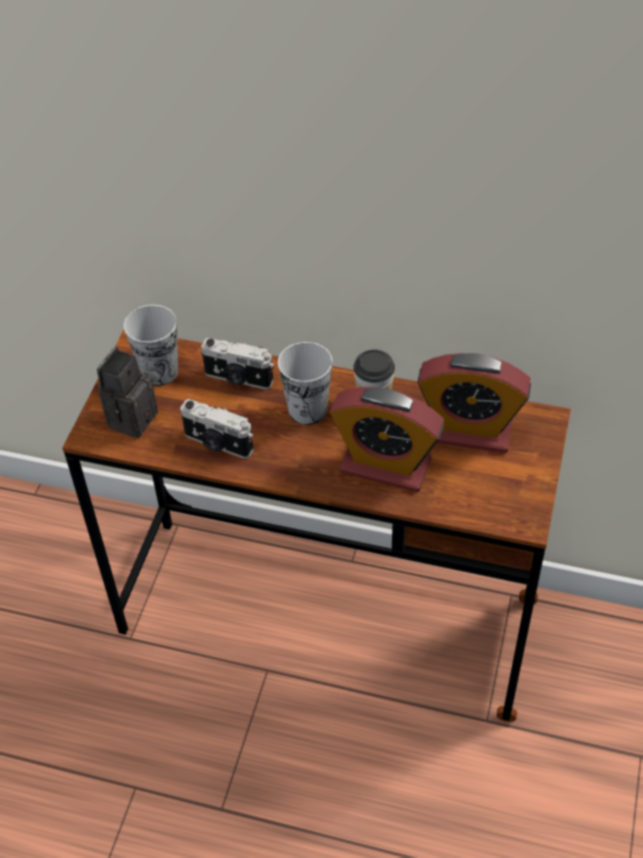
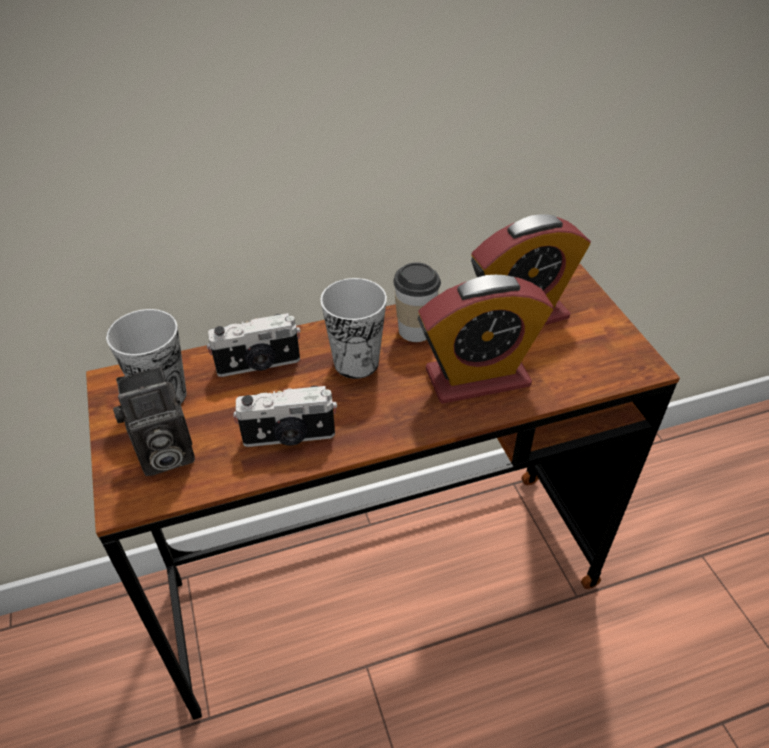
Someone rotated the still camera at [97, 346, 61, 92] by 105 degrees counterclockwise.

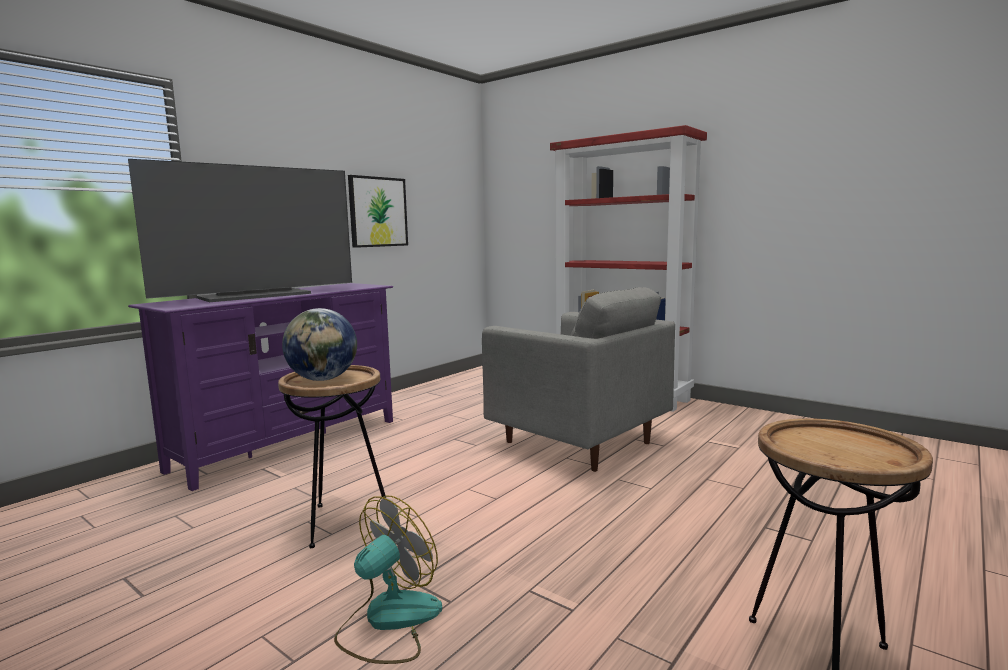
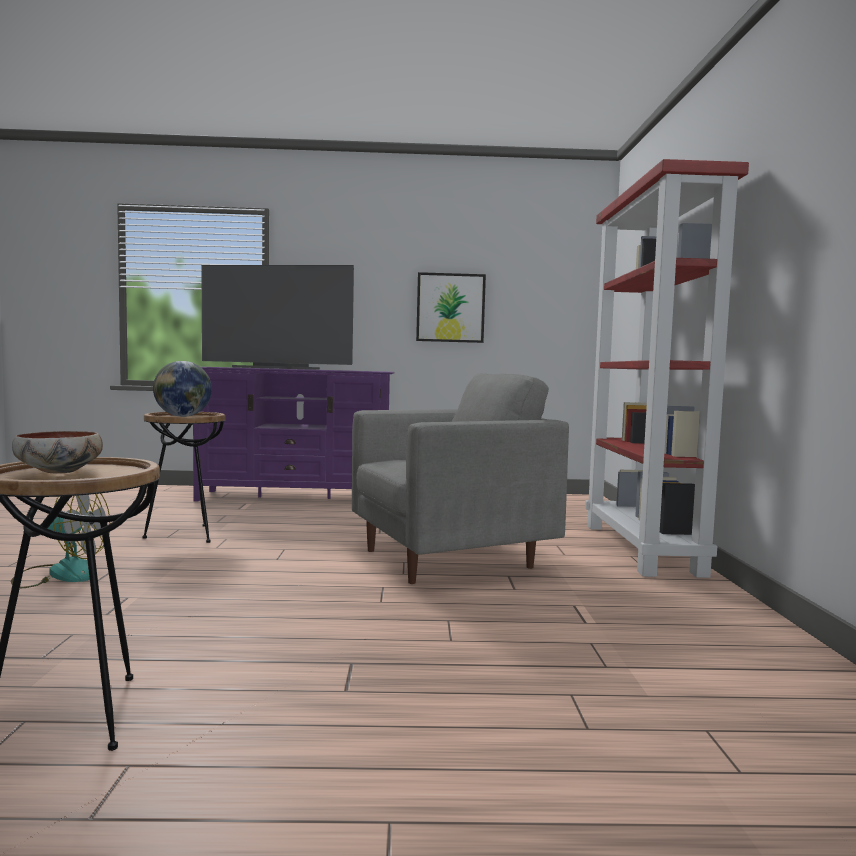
Someone rotated the grey lounge chair at [482, 287, 193, 185] by 120 degrees counterclockwise. Someone put down the deep dish at [12, 431, 91, 42].

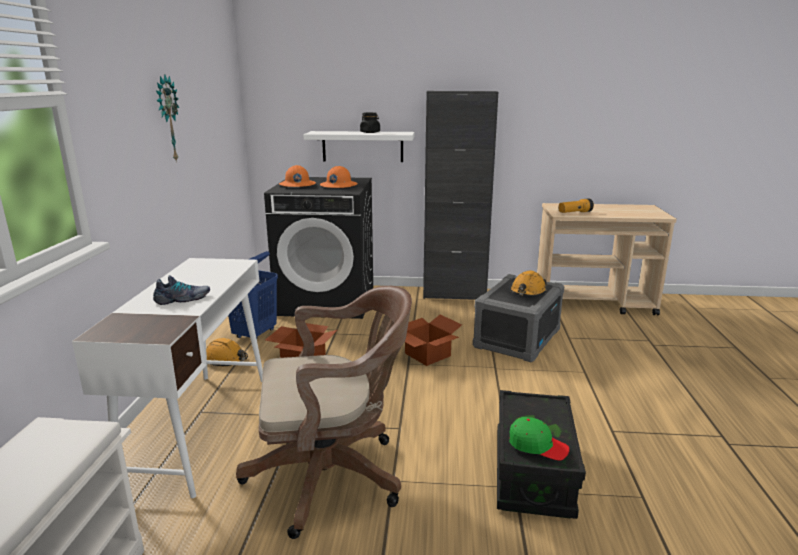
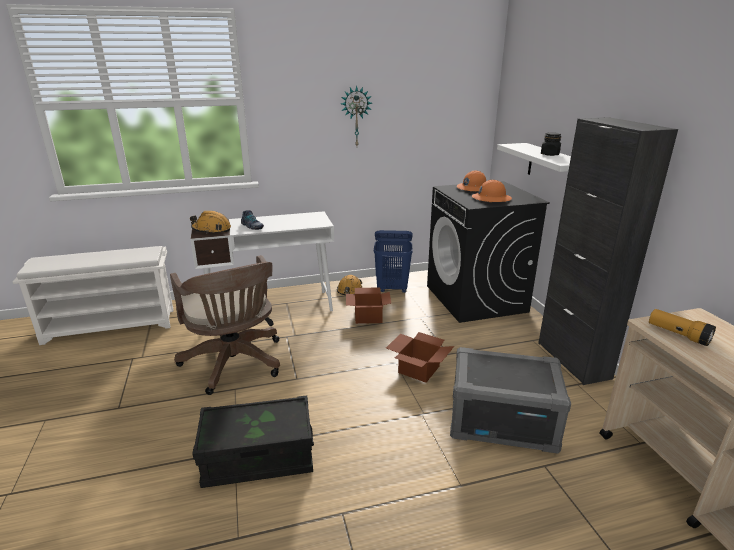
Someone carried the orange-coloured hard hat from [510, 270, 37, 26] to [190, 211, 41, 23]. Someone took away the green cap at [509, 417, 61, 43].

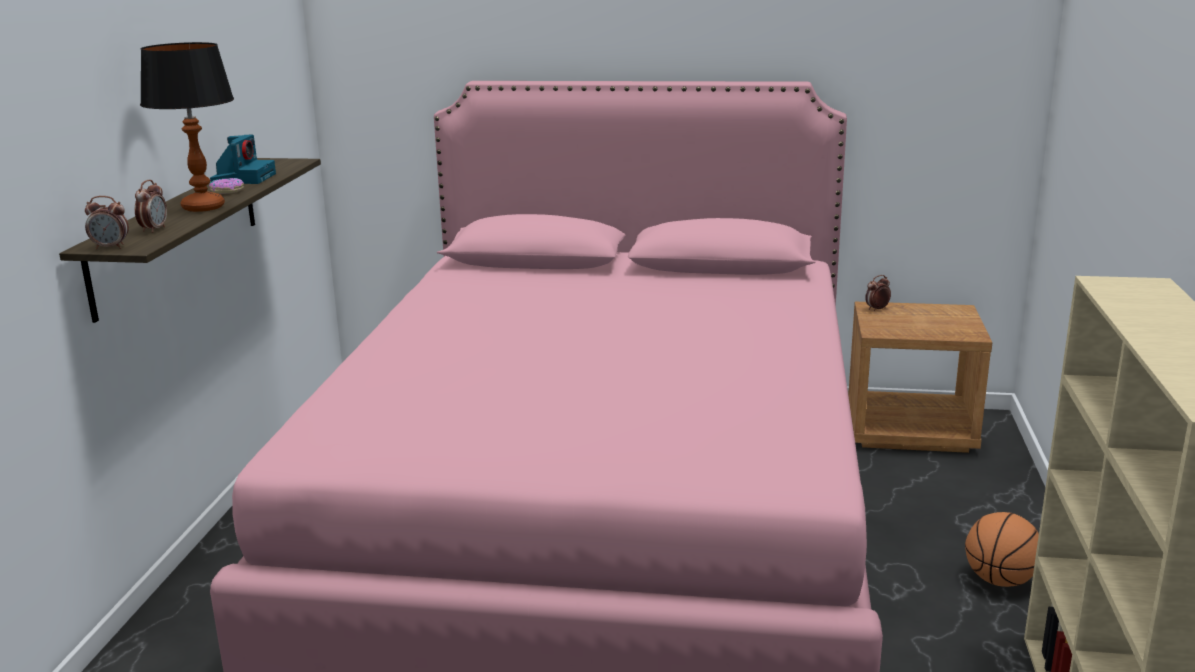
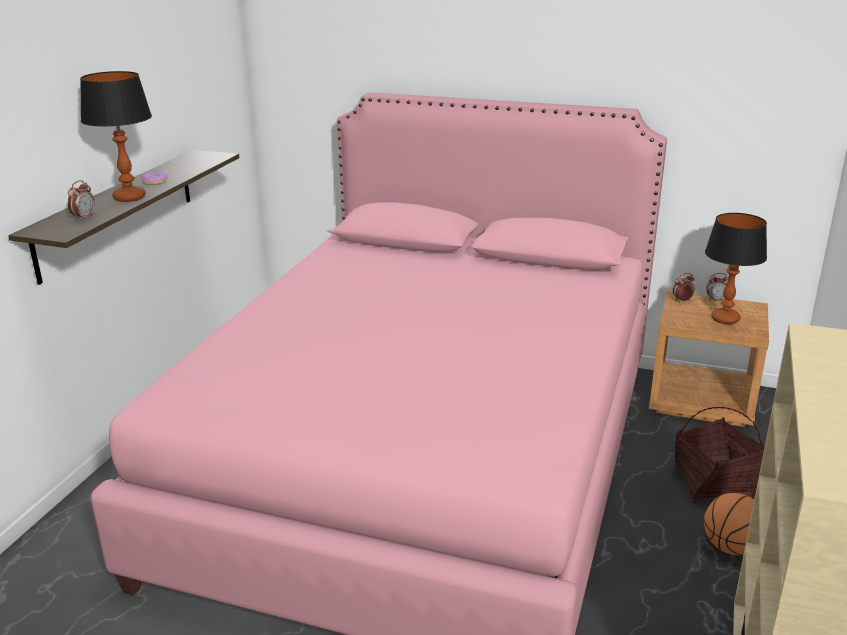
Someone took away the still camera at [210, 135, 66, 49]. Someone carried the table clock from [85, 196, 44, 53] to [706, 273, 23, 28]. Someone put down the tabletop lamp at [705, 213, 62, 111]. Someone put down the basket at [675, 407, 90, 96].

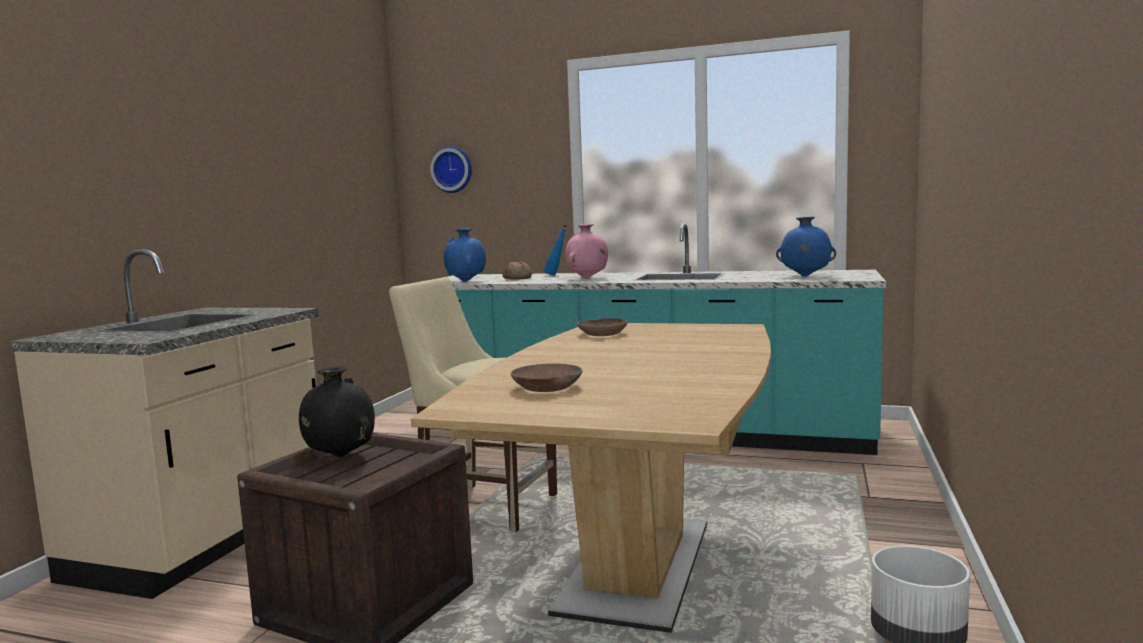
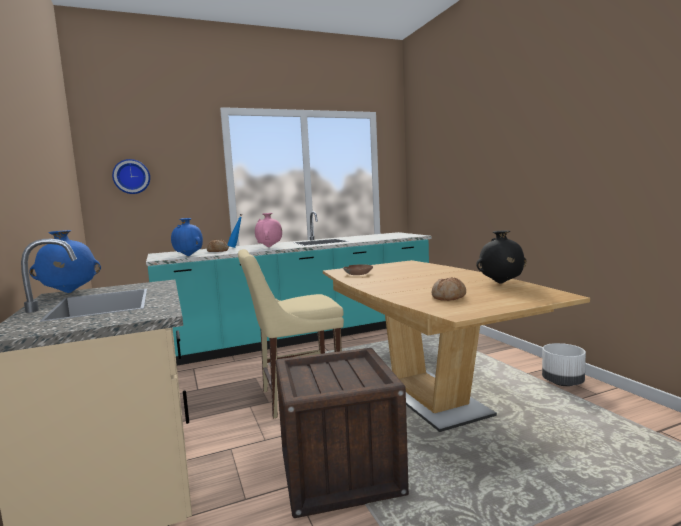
Someone carried the blue-coloured vase from [776, 217, 60, 59] to [29, 230, 72, 63]. Someone swapped the brown-coloured deep dish at [511, 363, 72, 29] for the baked bread at [432, 277, 34, 24]. Someone carried the black vase from [299, 367, 76, 90] to [476, 230, 51, 54].

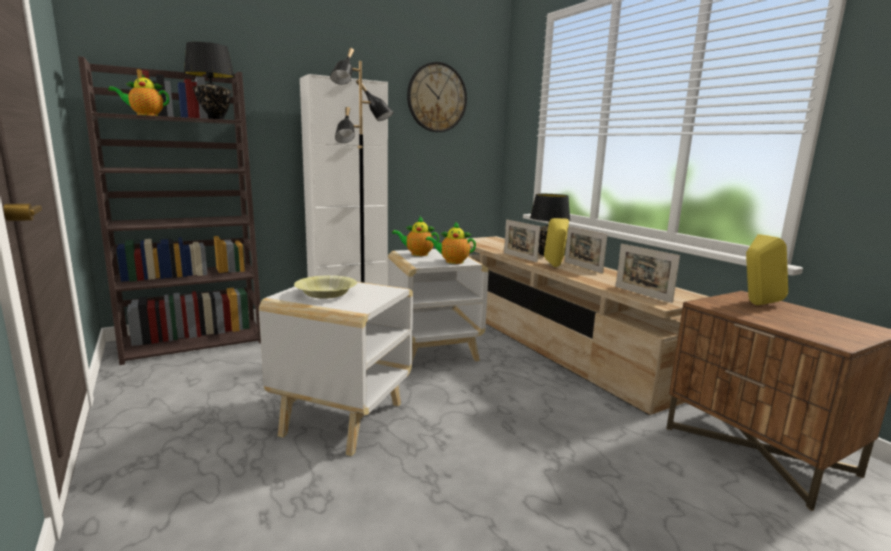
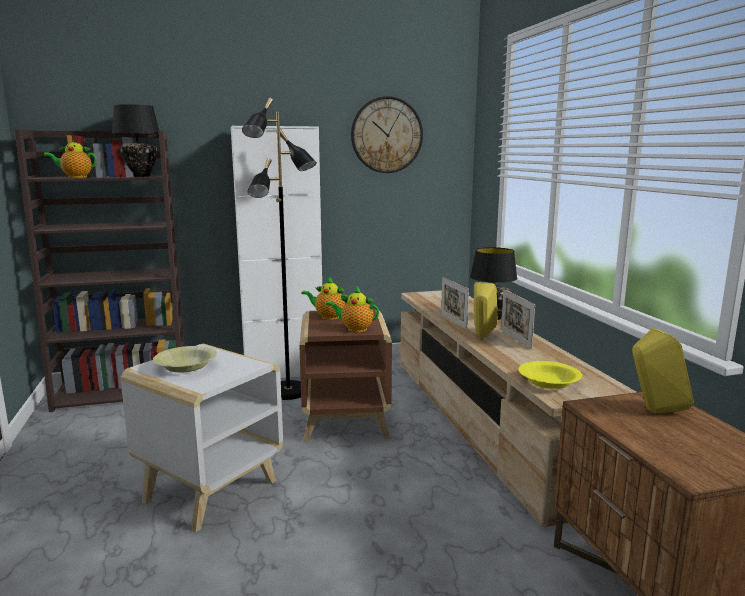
Someone swapped the photo frame at [616, 244, 64, 59] for the yellow-coloured deep dish at [518, 361, 64, 28]. Someone repainted the whitish side table at [388, 249, 101, 113], which became the brown-coloured side table at [299, 309, 93, 133].

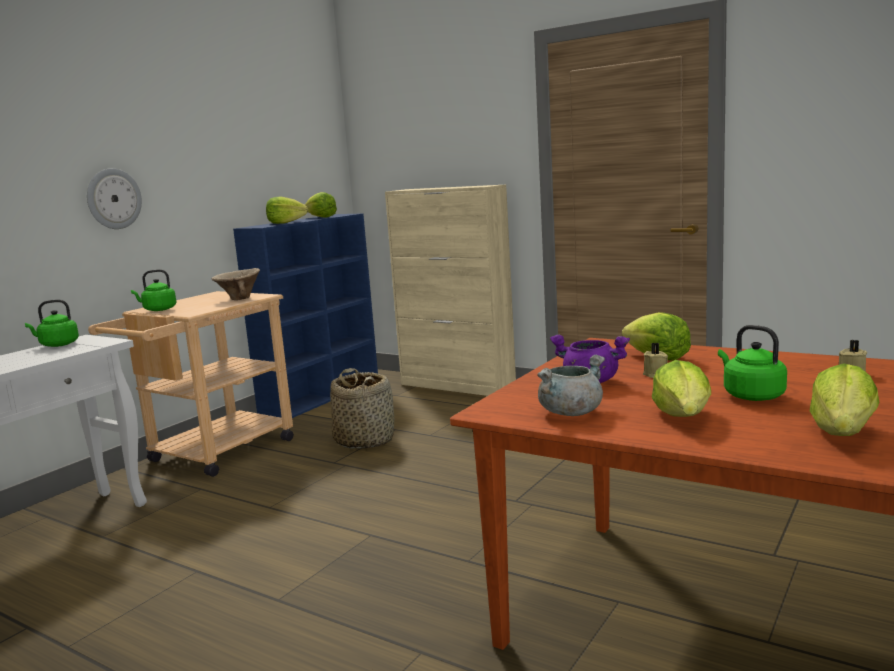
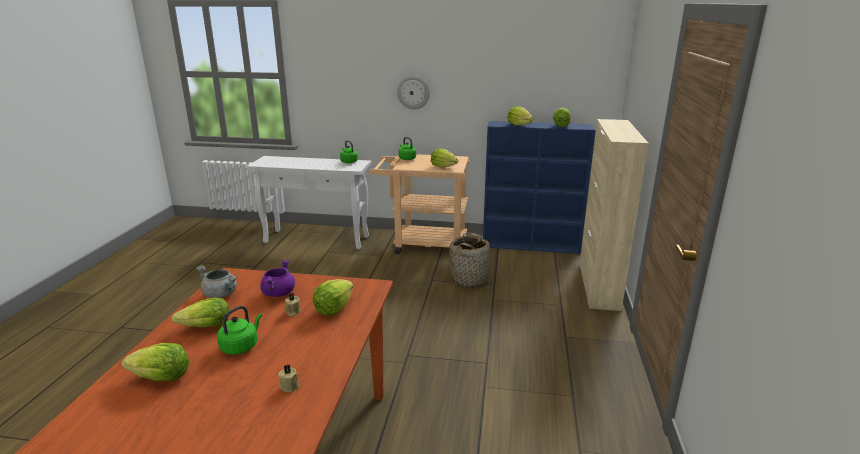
Someone swapped the beige deep dish at [212, 268, 48, 32] for the lettuce at [431, 148, 27, 19].

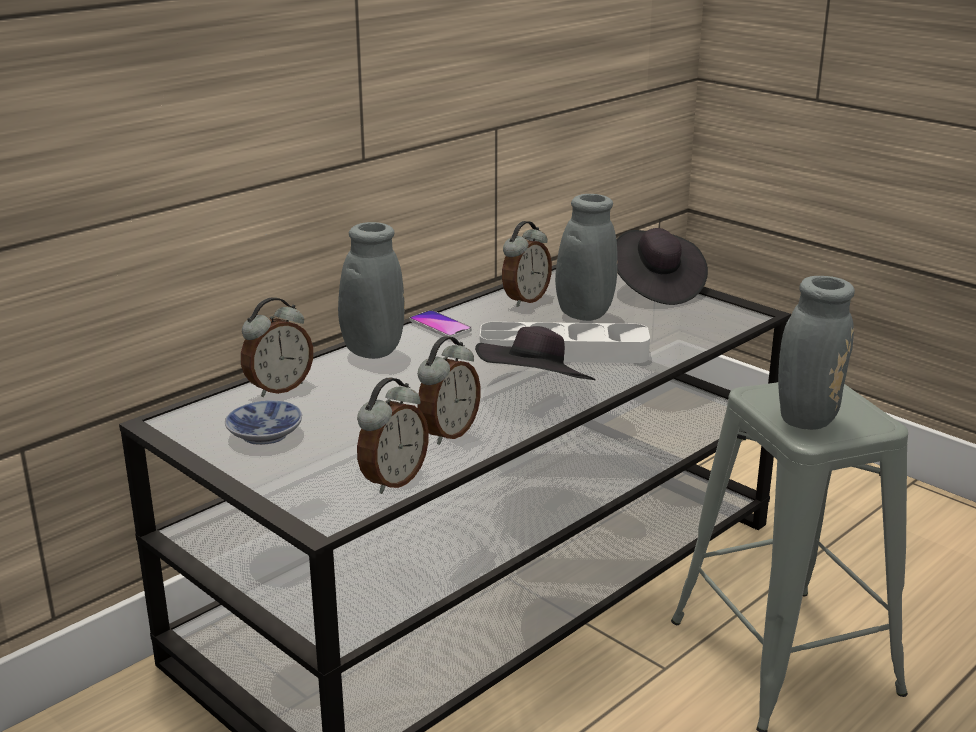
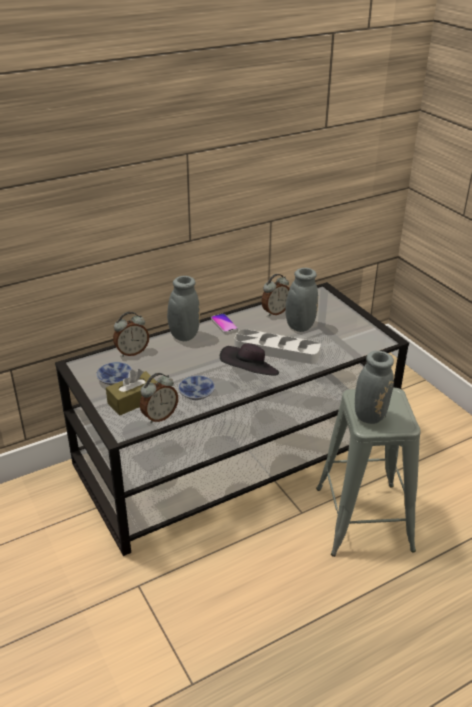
Someone took away the black clothing hat at [616, 228, 92, 77]. Someone swapped the table clock at [417, 336, 63, 109] for the deep dish at [178, 375, 37, 25]. Someone put down the brown-coloured box of tissues at [106, 369, 51, 47].

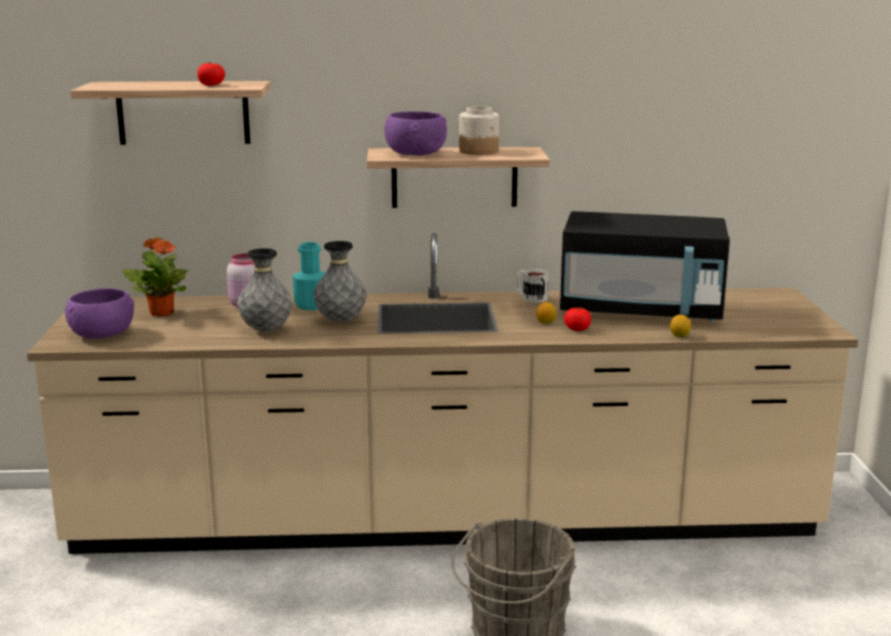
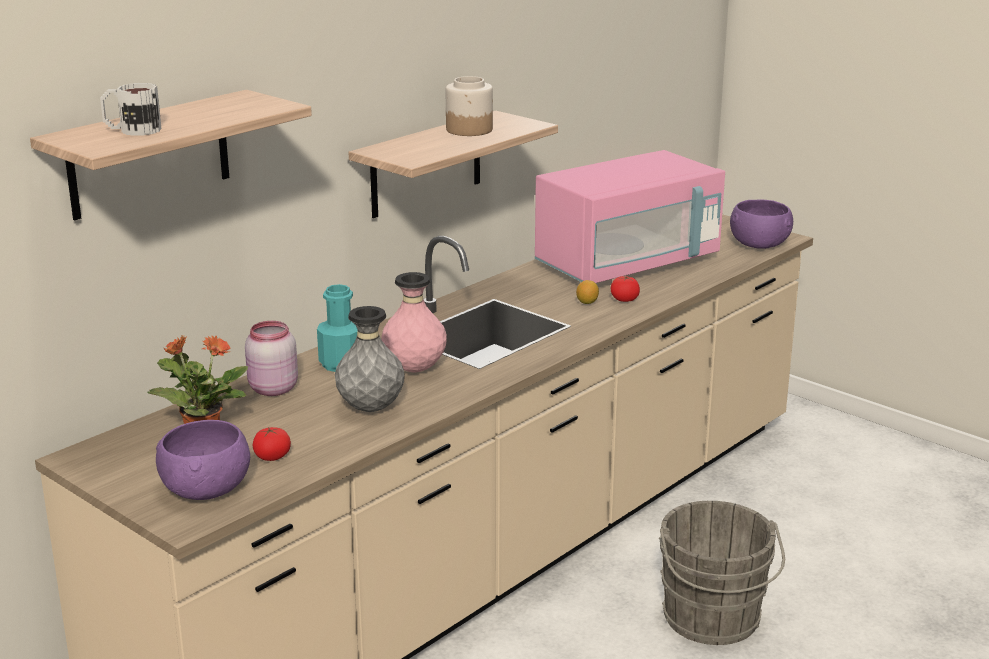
Someone carried the fresh tomato from [197, 62, 28, 24] to [253, 427, 38, 34]. Someone carried the purple deep dish from [384, 111, 63, 45] to [730, 200, 63, 49]. Someone repainted the black microwave at [560, 211, 170, 110], which became the pink microwave at [535, 150, 190, 133]. Someone repainted the grey vase at [313, 241, 54, 81], which became the pink vase at [381, 272, 66, 100]. Someone carried the coffee mug from [516, 269, 32, 34] to [100, 83, 62, 53]. Someone took away the lemon at [670, 315, 21, 22].

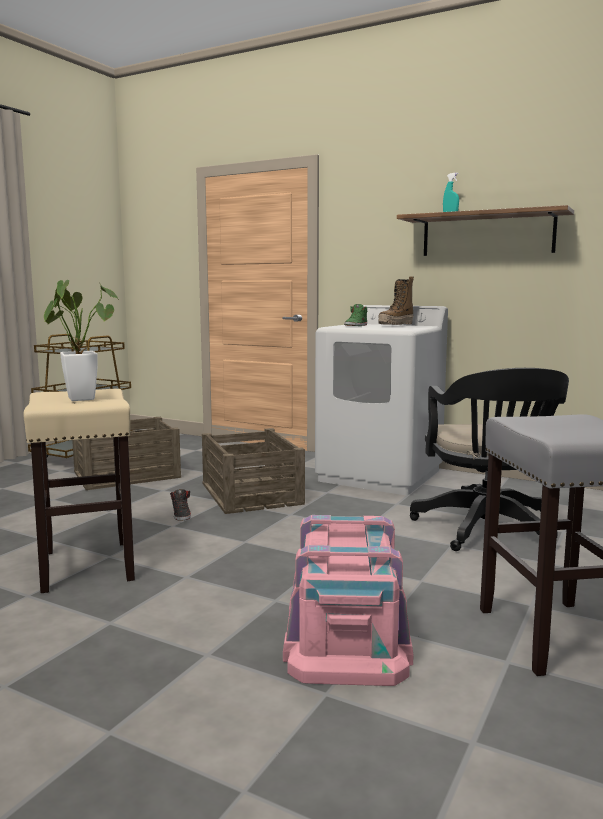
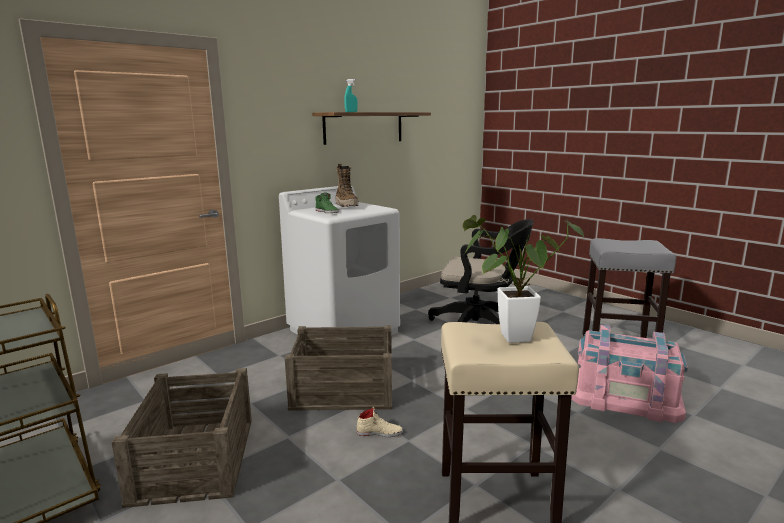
Someone repainted the black low shoe at [170, 489, 21, 32], which became the beige low shoe at [356, 407, 47, 30].

